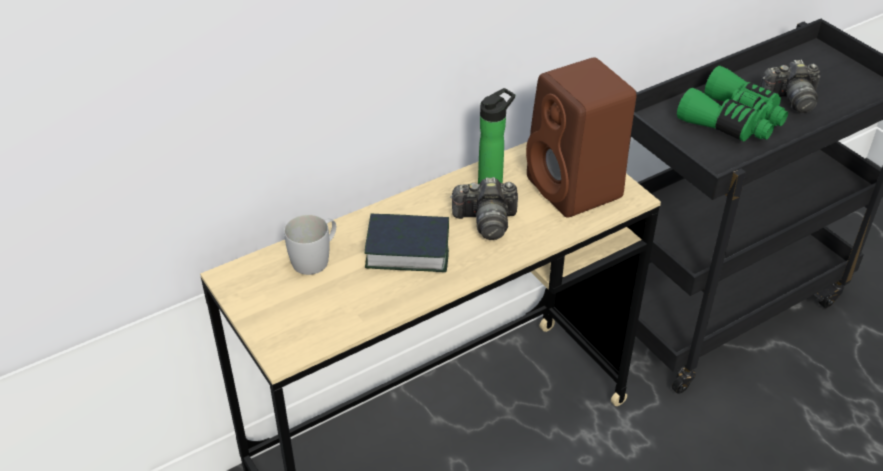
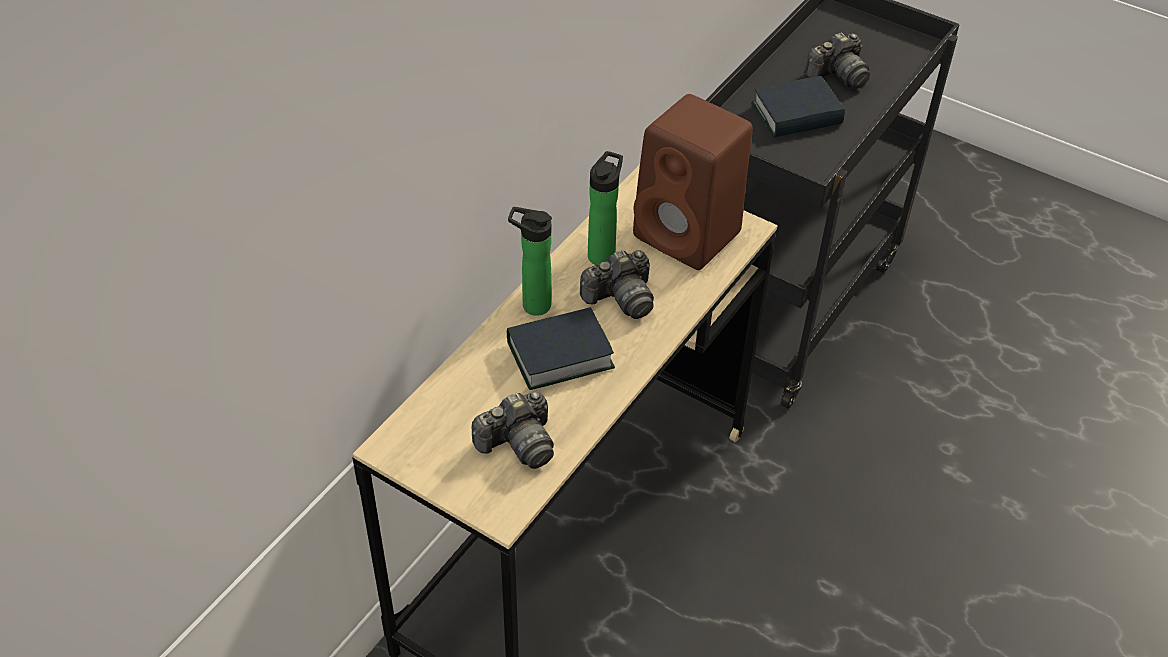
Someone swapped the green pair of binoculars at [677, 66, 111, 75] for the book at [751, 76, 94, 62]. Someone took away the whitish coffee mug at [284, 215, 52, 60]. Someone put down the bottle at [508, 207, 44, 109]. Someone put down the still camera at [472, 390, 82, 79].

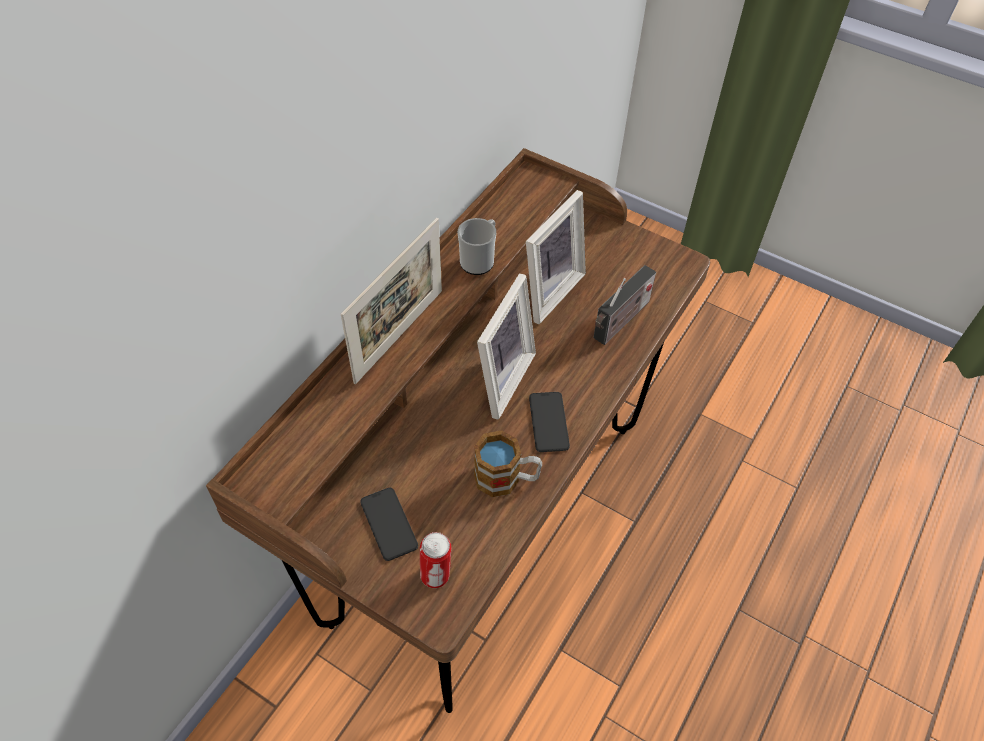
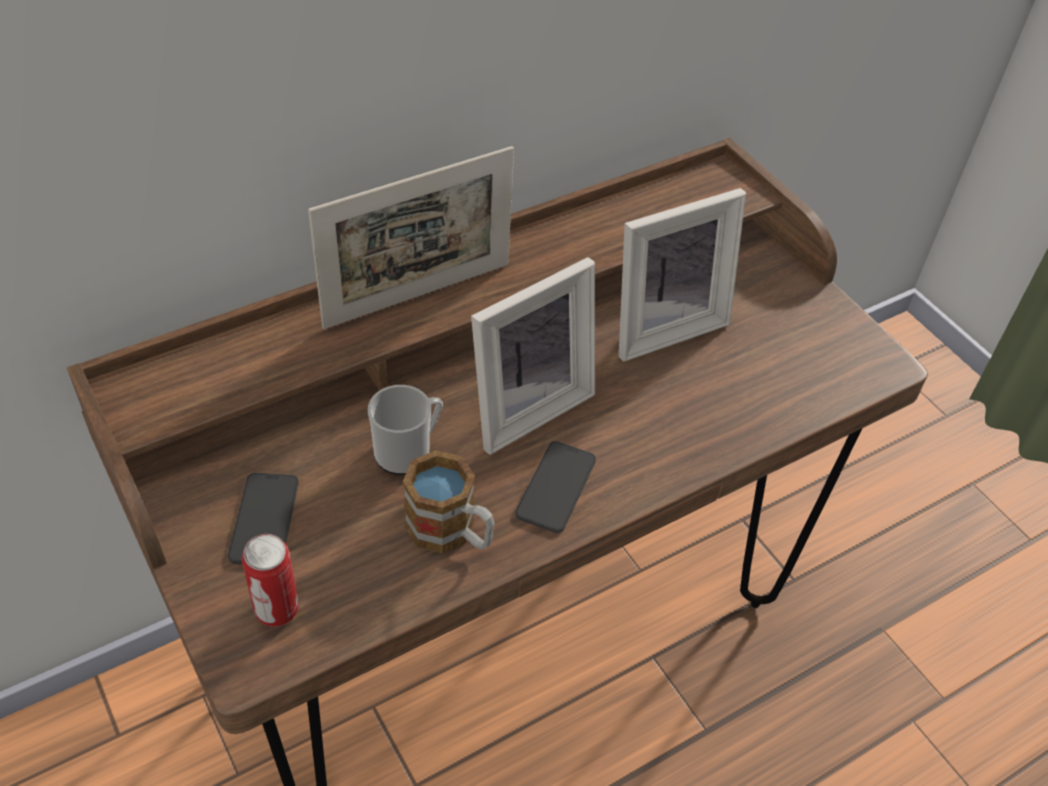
Someone carried the coffee mug from [458, 218, 38, 57] to [368, 385, 75, 90]. Someone took away the radio receiver at [593, 265, 63, 80].

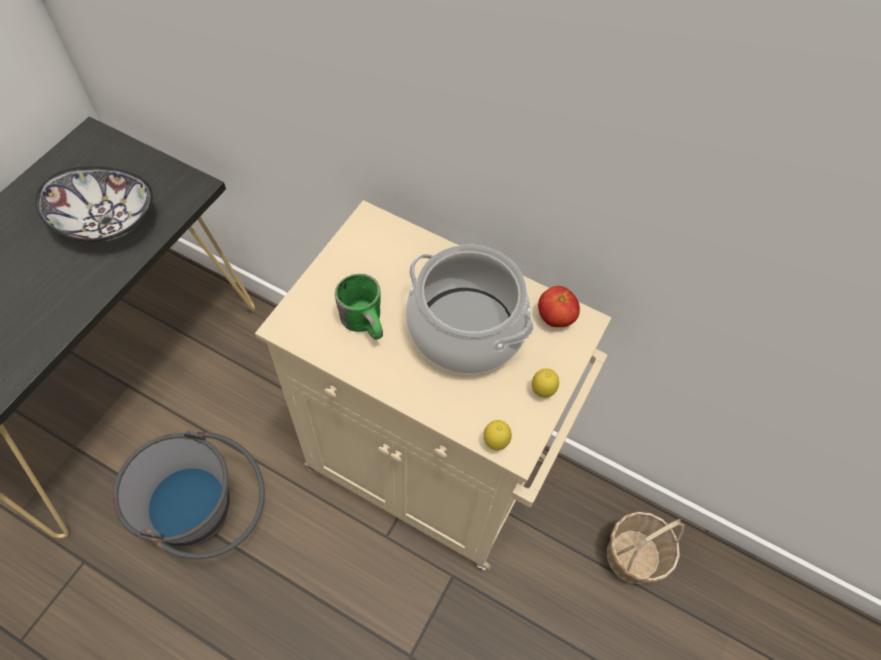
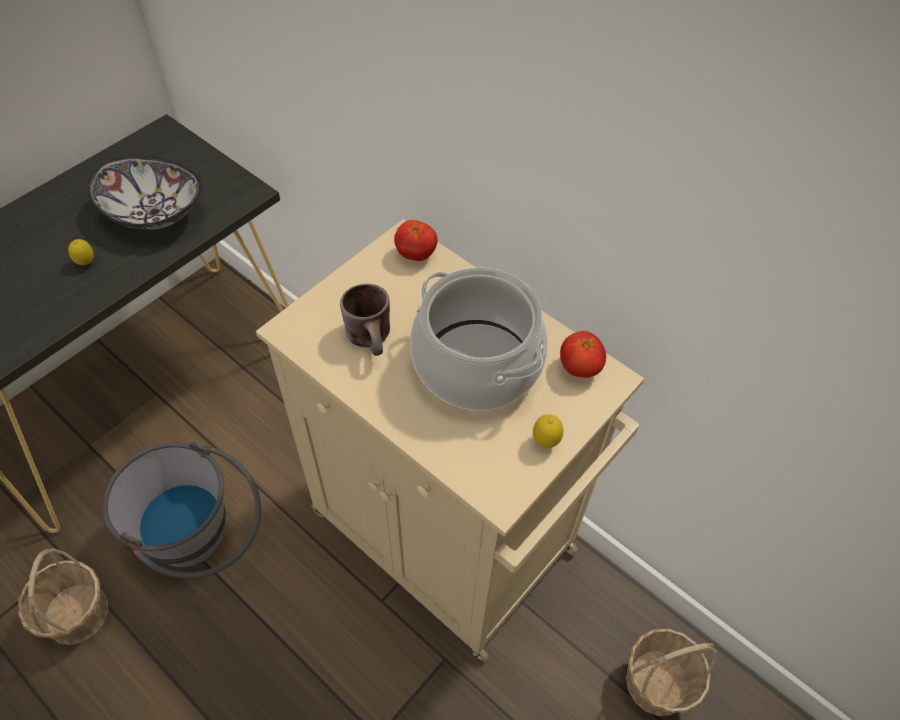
Someone repainted the green coffee mug at [335, 274, 48, 66], which became the brown-coloured coffee mug at [340, 284, 50, 72]. Someone carried the lemon from [483, 420, 29, 30] to [68, 239, 26, 26]. Someone put down the fresh tomato at [394, 220, 44, 41]. Someone put down the basket at [18, 548, 90, 97].

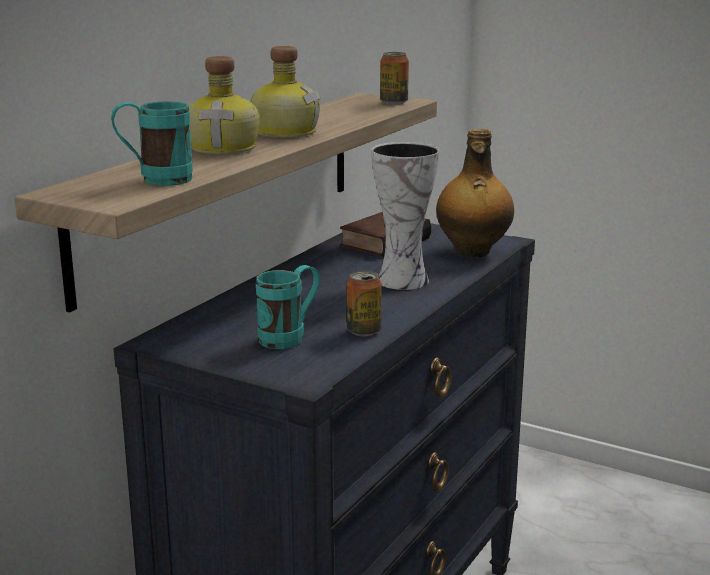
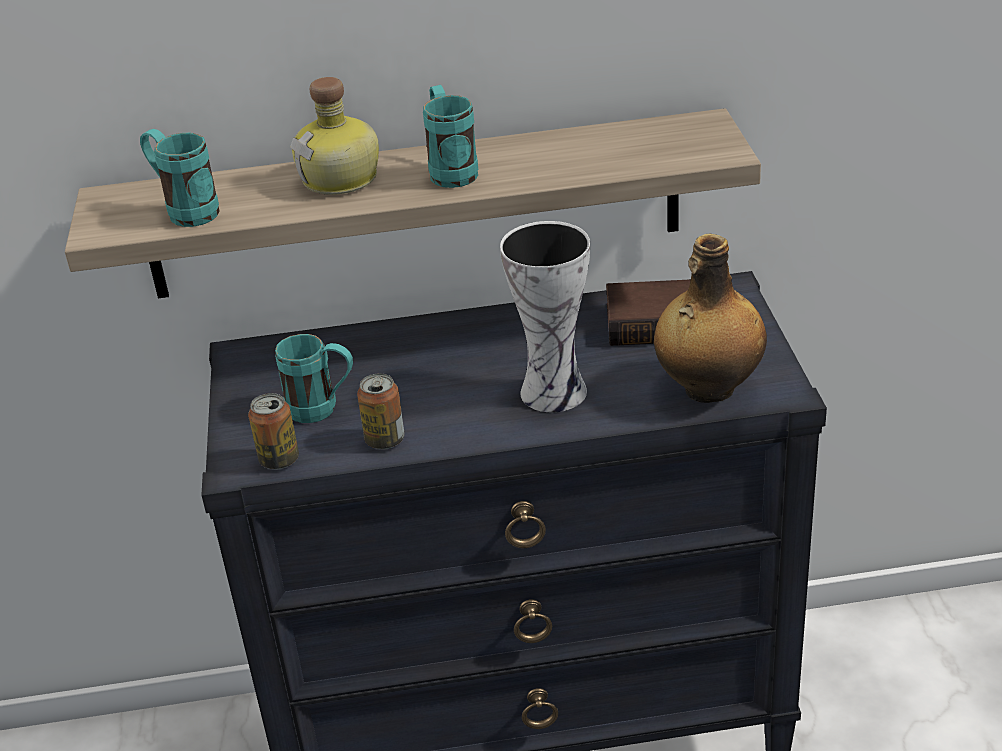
Someone swapped the bottle at [250, 46, 71, 92] for the blue-green coffee mug at [423, 85, 55, 103]. Someone carried the can from [380, 52, 29, 53] to [248, 393, 51, 76].

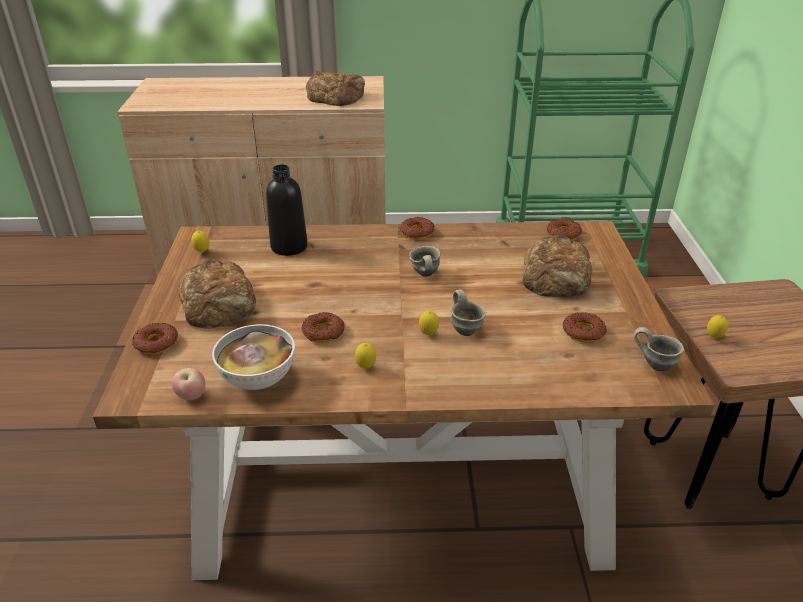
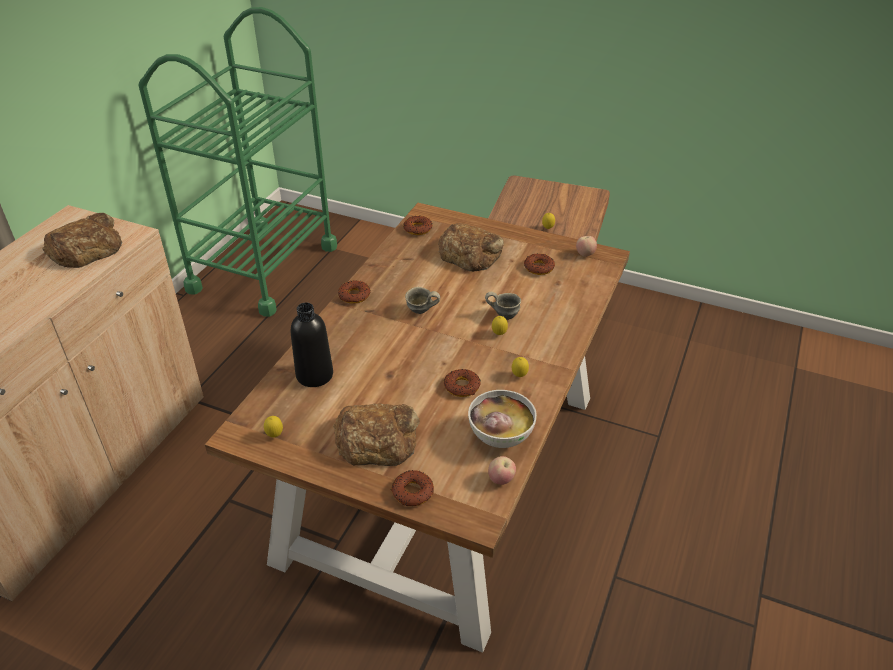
Someone swapped the grey coffee mug at [634, 327, 50, 44] for the whole apple at [576, 236, 21, 21].

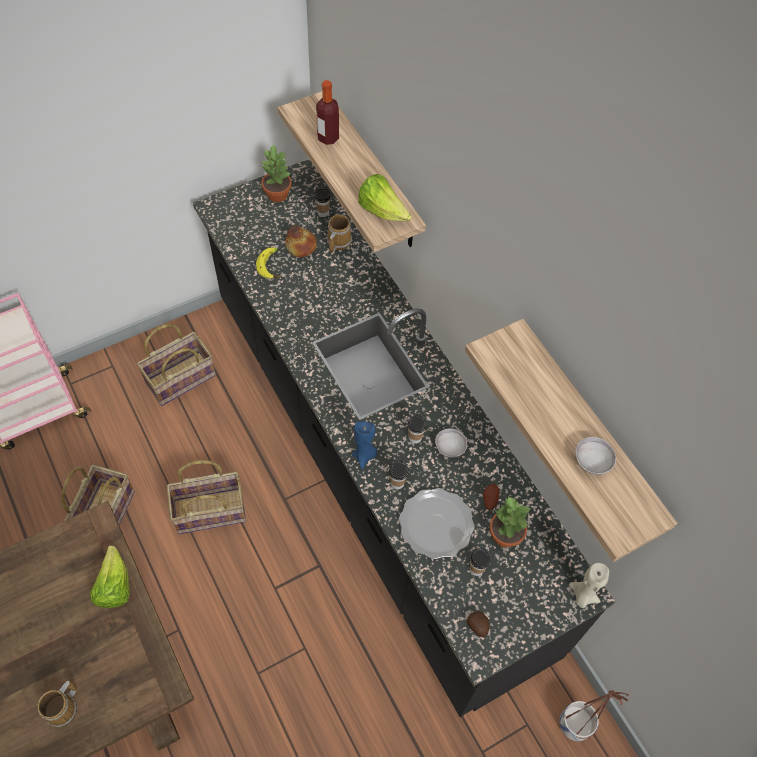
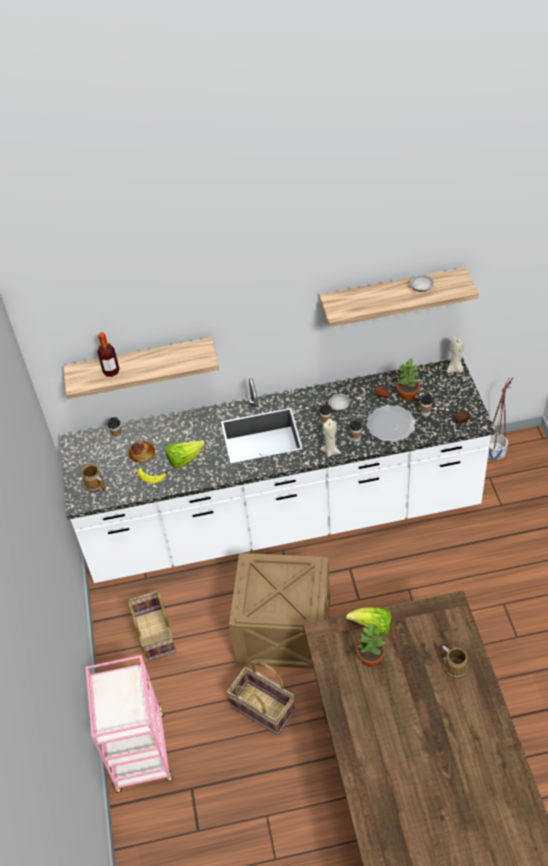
Someone carried the plant in a pot from [260, 144, 32, 58] to [357, 622, 29, 45]. Someone repainted the black kitchen base unit at [193, 159, 422, 559], which became the whitish kitchen base unit at [60, 357, 436, 226]. Someone carried the lettuce from [358, 174, 54, 47] to [166, 440, 39, 28]. Someone carried the coffee mug from [327, 214, 25, 39] to [82, 465, 24, 27]. Someone repainted the blue-coloured wax light at [352, 421, 25, 48], which became the beige wax light at [320, 419, 21, 38]. Someone swapped the basket at [167, 460, 79, 74] for the crate at [229, 553, 101, 116].

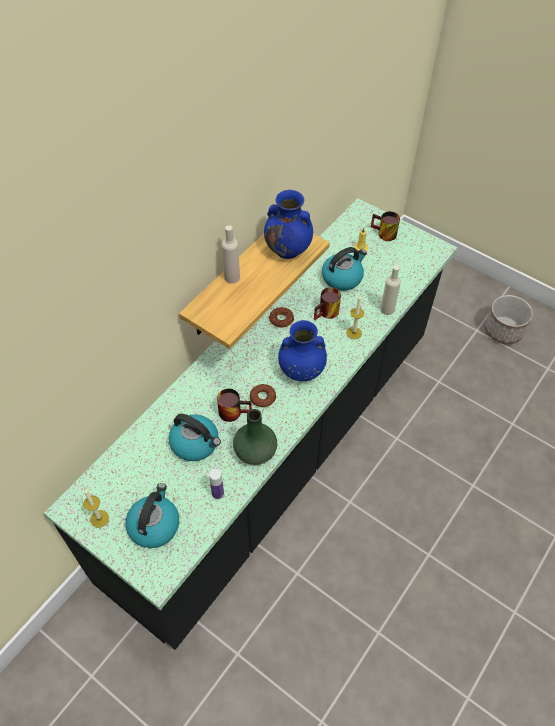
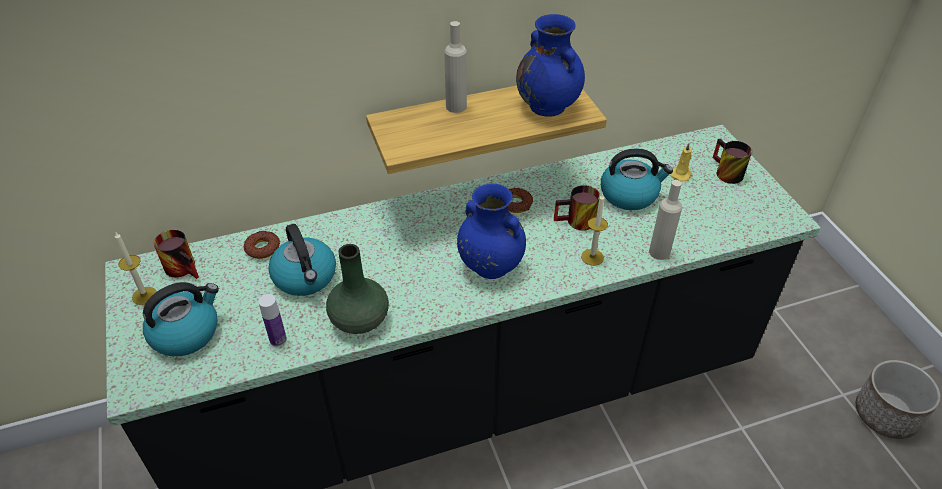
Someone carried the donut from [250, 384, 26, 23] to [243, 231, 37, 28]. Someone carried the coffee mug from [217, 388, 35, 34] to [154, 230, 45, 49].

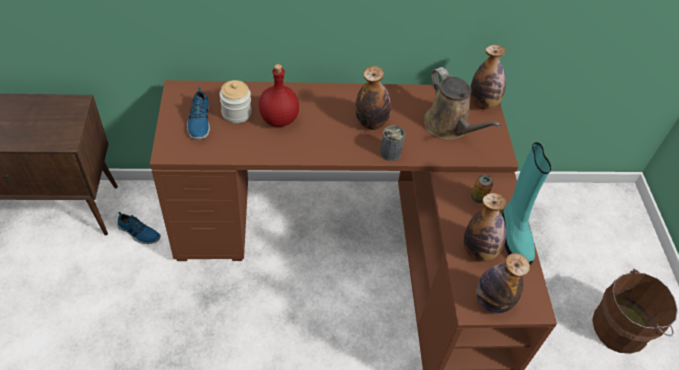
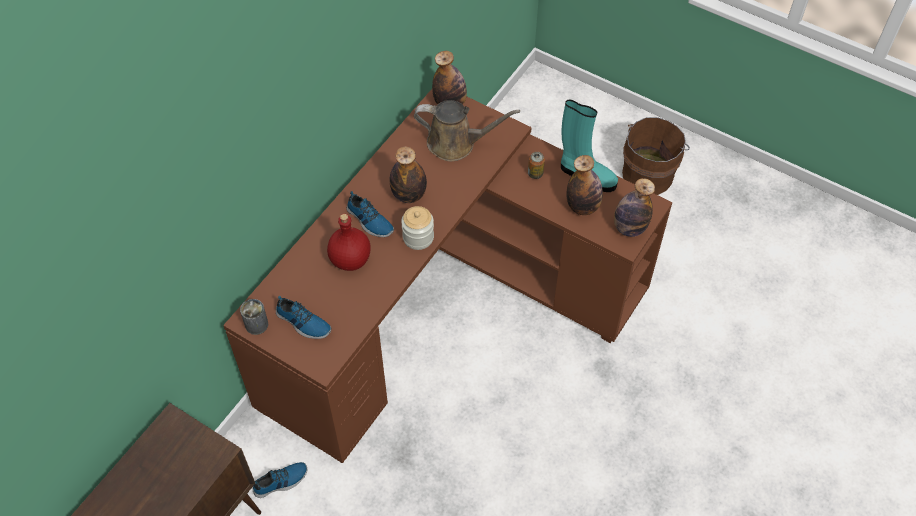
Someone carried the storage jar from [220, 80, 32, 43] to [401, 206, 33, 44]. Someone carried the can from [380, 125, 25, 36] to [240, 299, 28, 36]. Someone put down the low shoe at [347, 191, 47, 46].

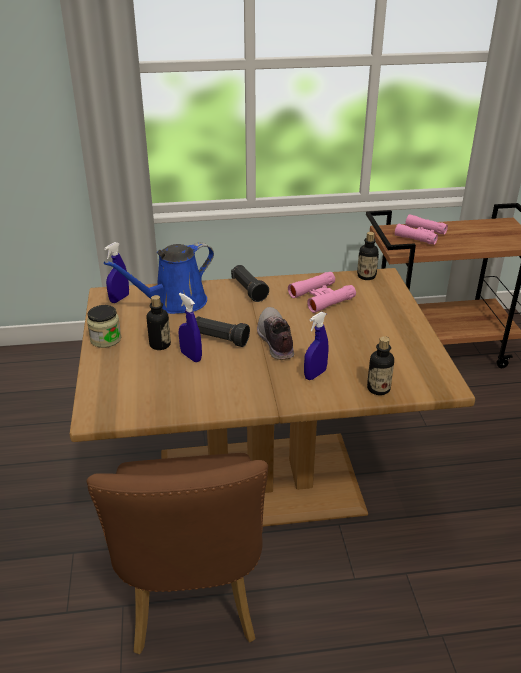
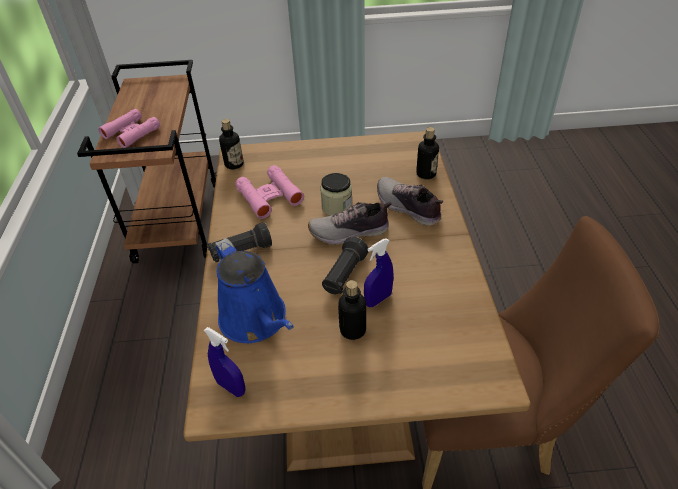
Someone carried the storage jar from [87, 305, 34, 43] to [320, 173, 33, 43]. Someone swapped the blue-coloured hand sprayer at [304, 311, 25, 69] for the low shoe at [377, 177, 66, 49].

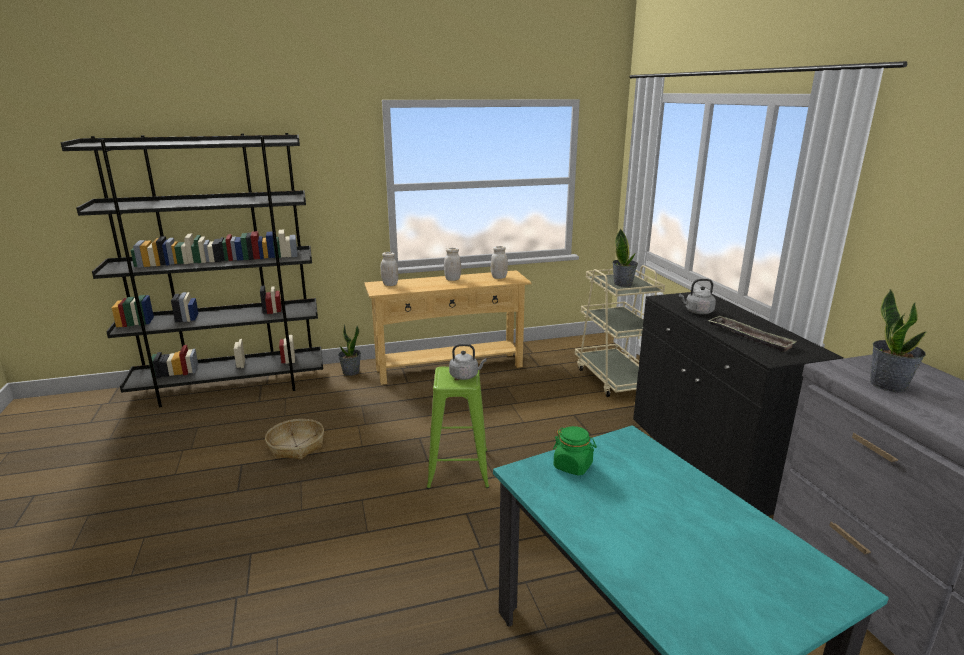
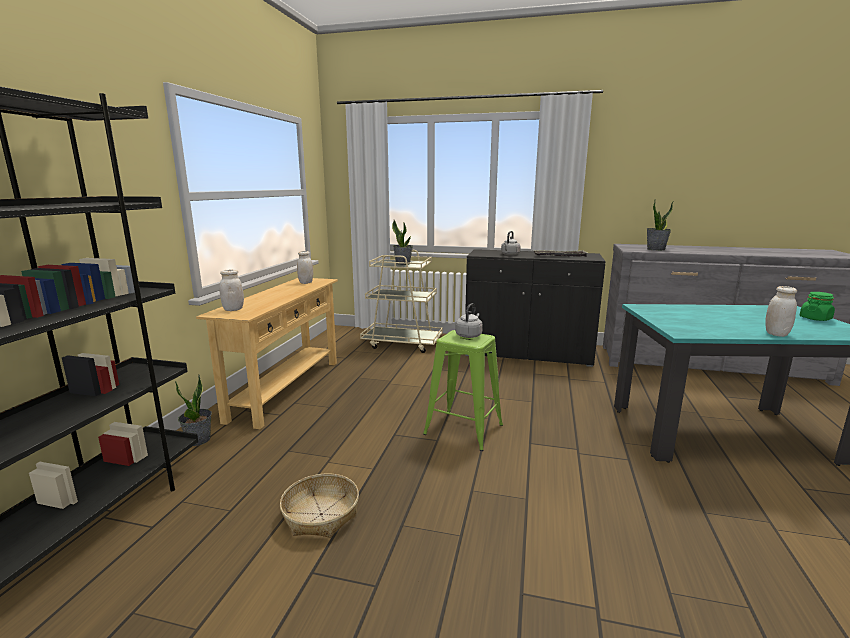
Someone carried the whitish storage jar from [444, 248, 17, 33] to [765, 286, 32, 51]. Someone carried the green storage jar from [553, 426, 44, 49] to [799, 292, 36, 29].

